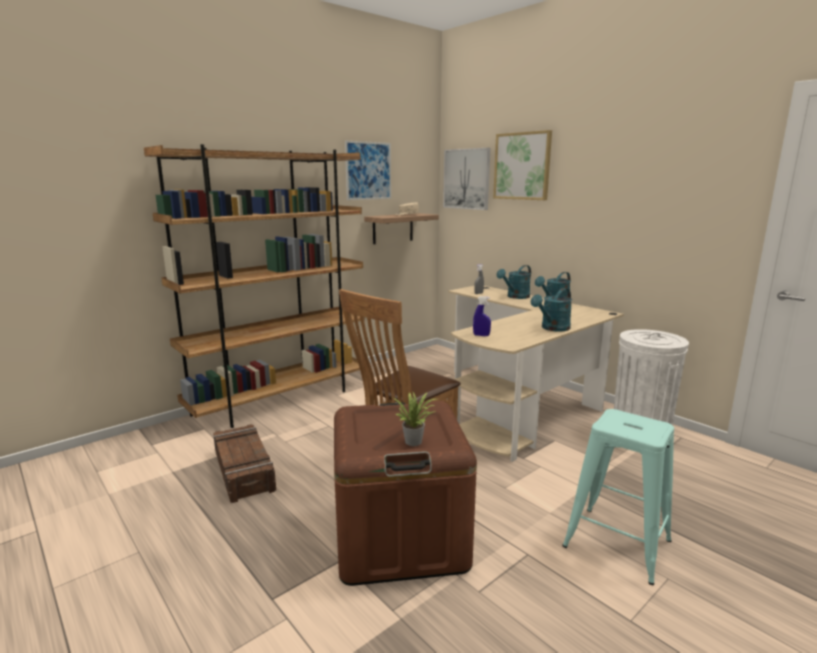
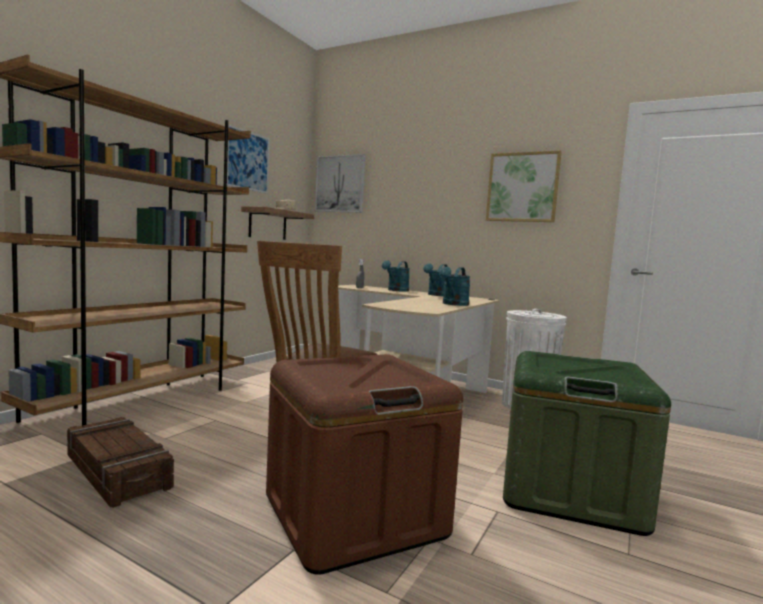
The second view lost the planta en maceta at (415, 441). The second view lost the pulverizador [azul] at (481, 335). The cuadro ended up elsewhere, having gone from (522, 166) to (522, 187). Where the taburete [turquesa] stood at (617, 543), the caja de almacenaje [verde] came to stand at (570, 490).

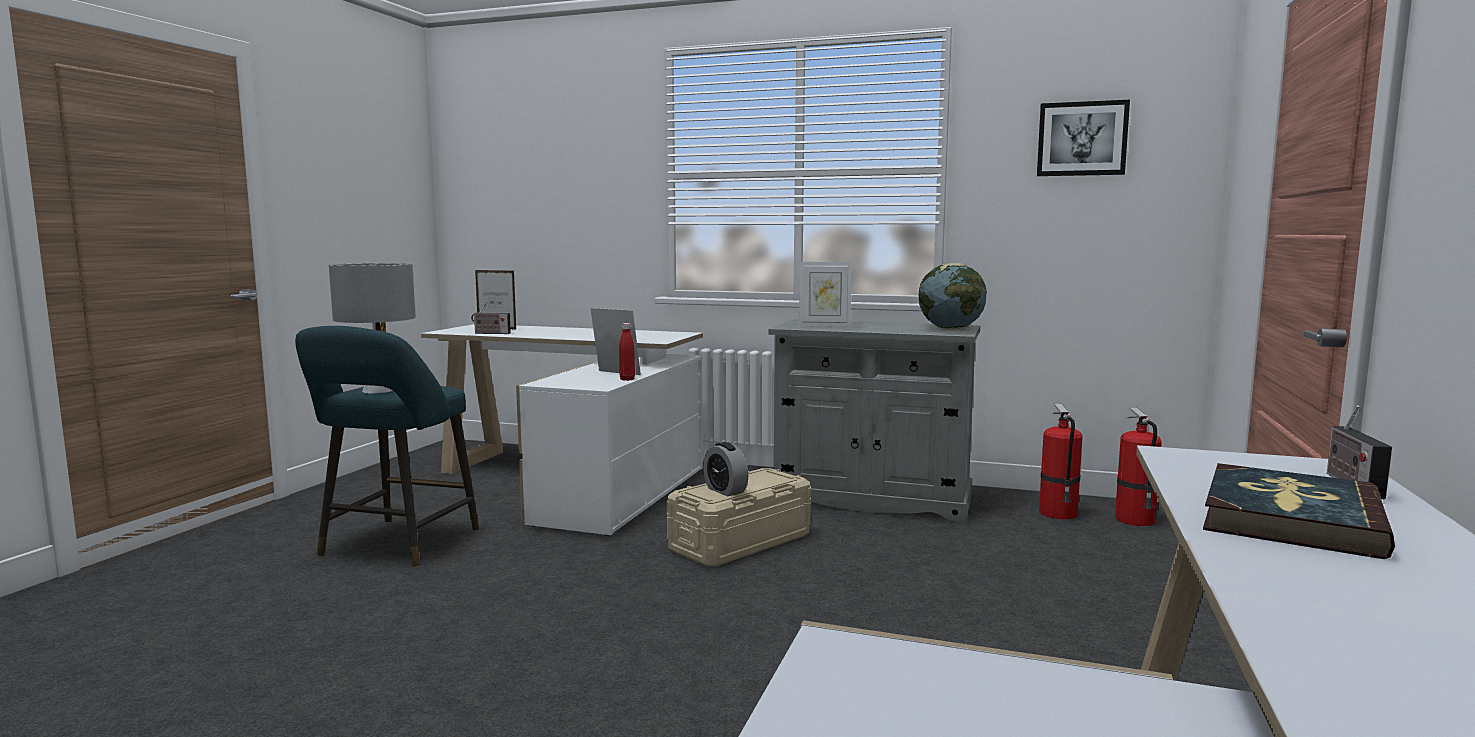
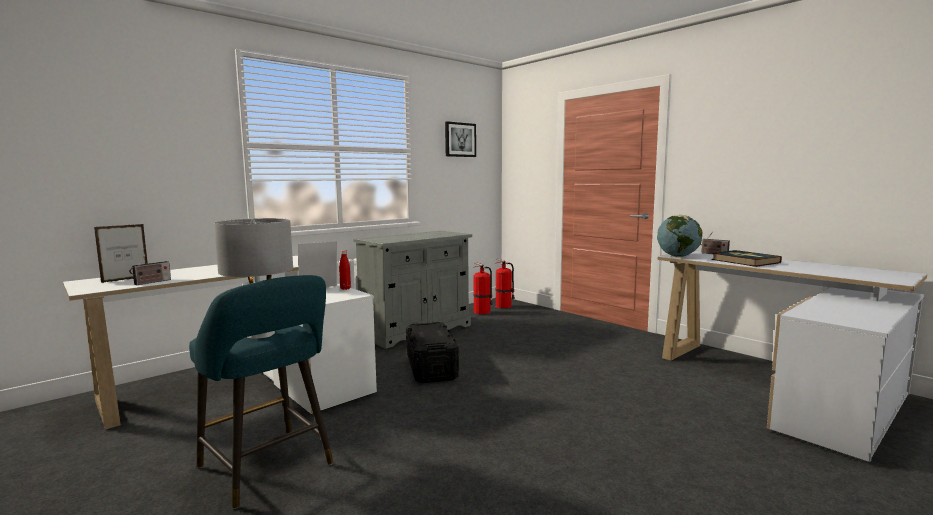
The second view lost the despertador at (725, 490). The second view lost the portarretratos at (824, 326). The globo terráqueo ended up elsewhere, having gone from (951, 329) to (678, 256). What was the caja de almacenaje [beis] at (741, 542) turned into the caja de almacenaje [negro] at (431, 366).

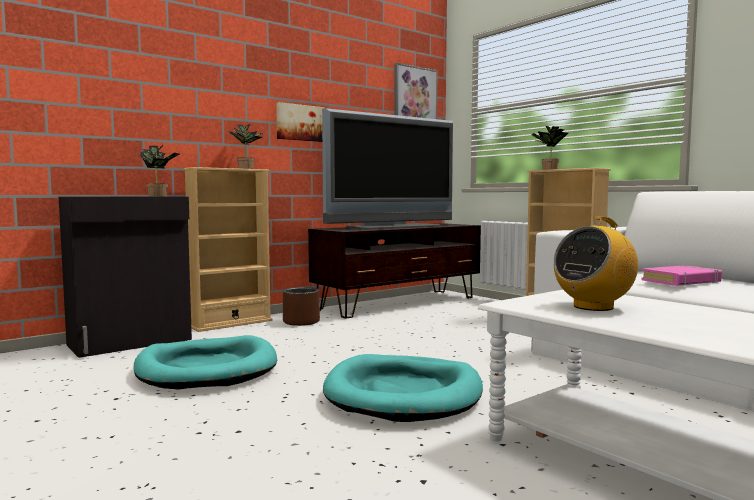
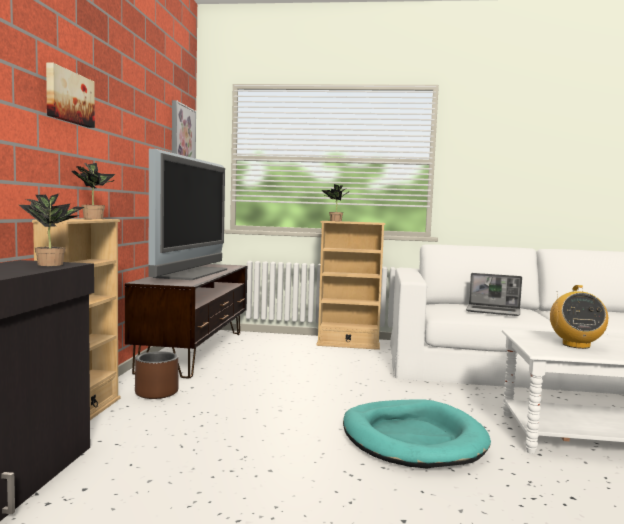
The second view lost the cama para perro [turquesa] at (207, 369). The cuadro ended up elsewhere, having gone from (300, 123) to (68, 97). Where the libro [rosa] stood at (681, 281), the portátil came to stand at (494, 311).

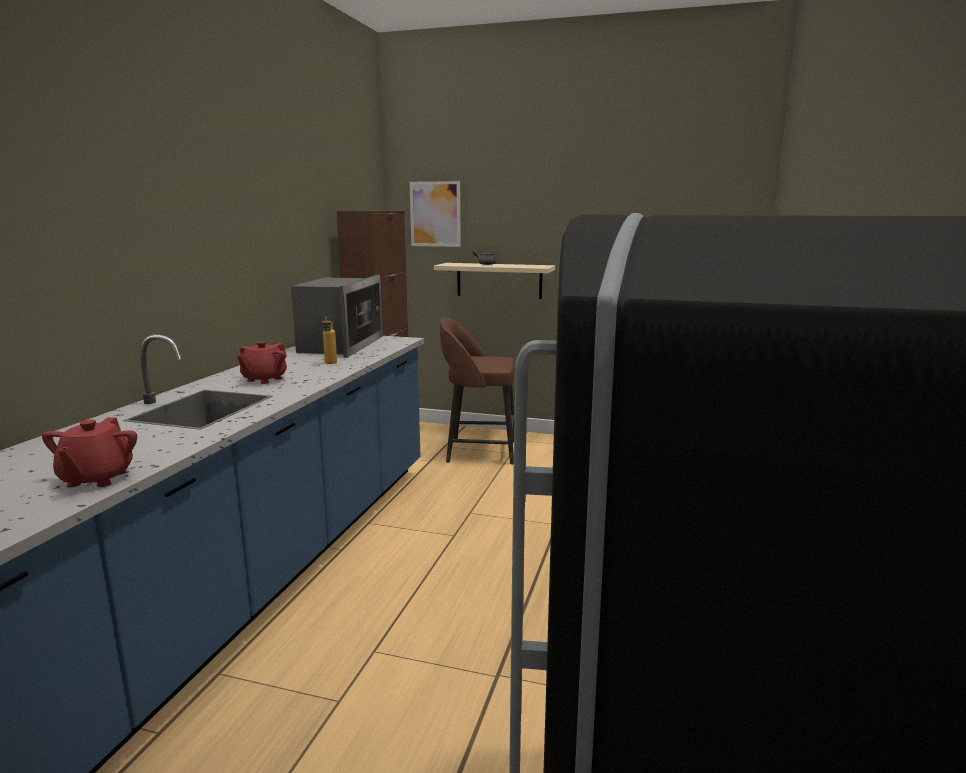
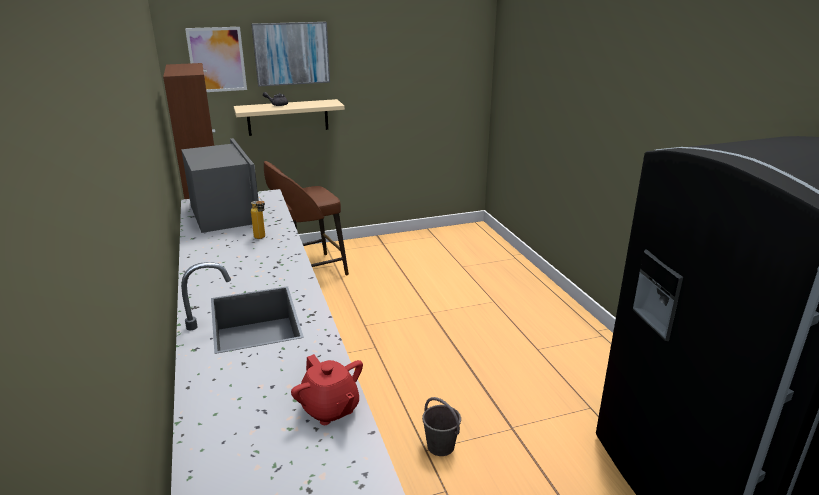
The second view lost the tetera [rojo] at (264, 379). The second view gained the cuadro at (291, 53). The second view gained the cubo [gris] at (440, 446).

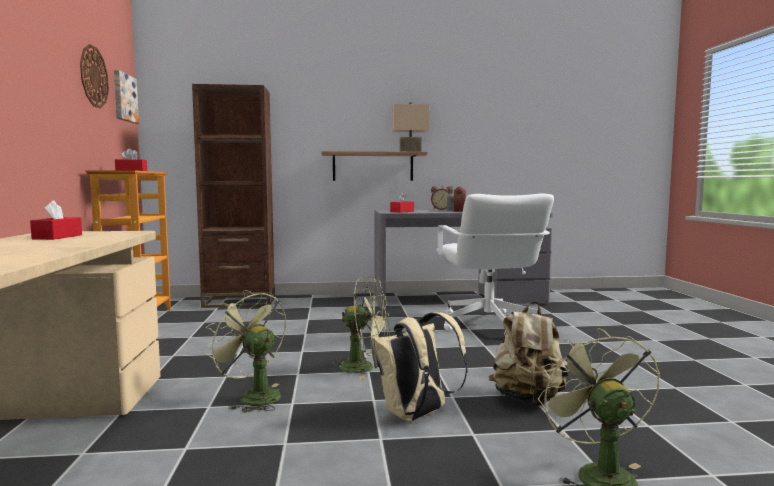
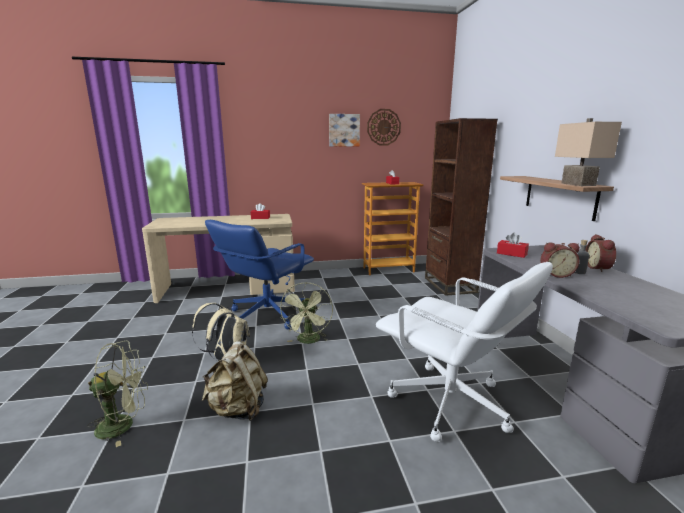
The cuadro ended up elsewhere, having gone from (123, 98) to (344, 130). Where the ventilador [verde] stood at (252, 397), the silla de oficina [azul] came to stand at (266, 315). The silla de oficina [blanco] at (488, 325) ended up facing another way, 120 degrees counterclockwise from before.

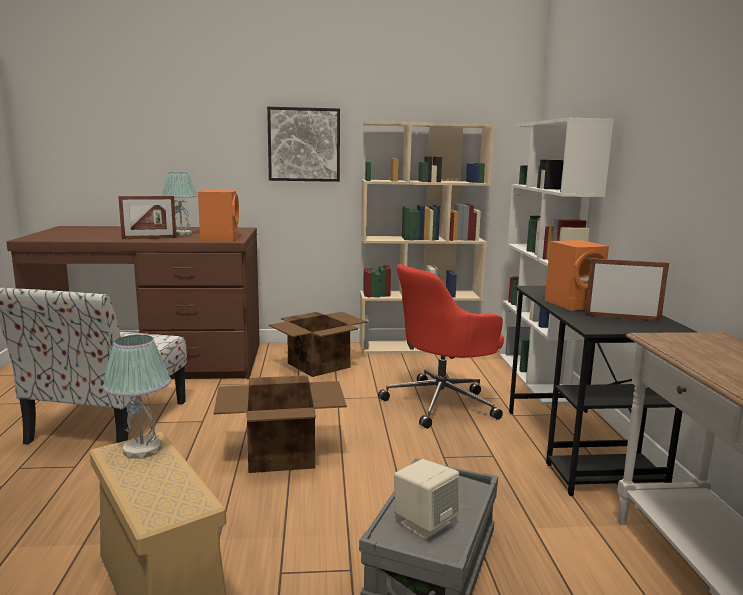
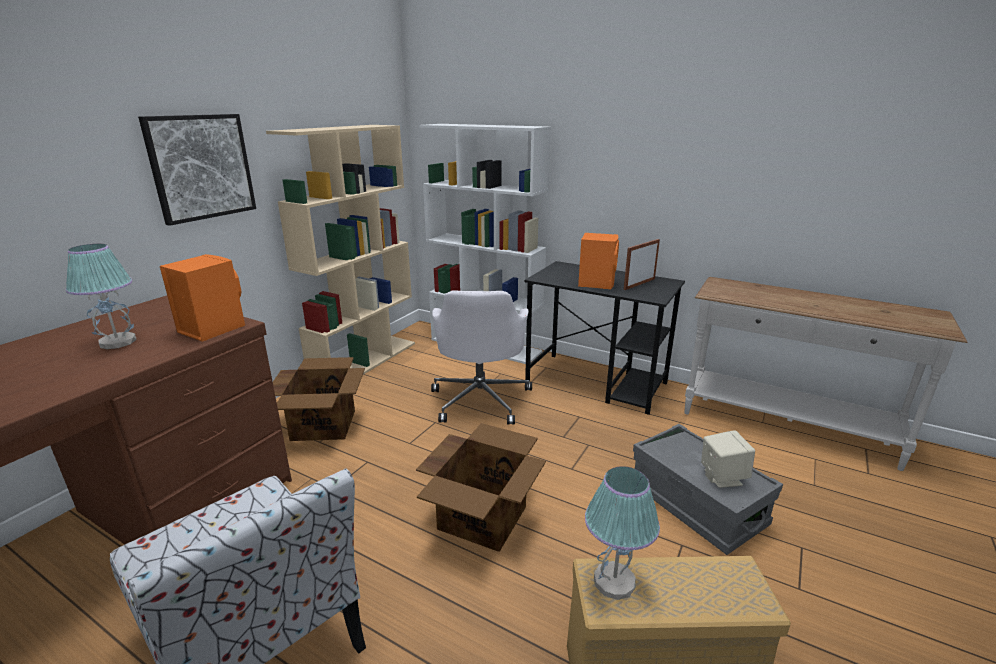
The second view lost the portarretratos at (149, 238). What was the silla de oficina [rojo] at (442, 403) turned into the silla de oficina [blanco] at (481, 399).

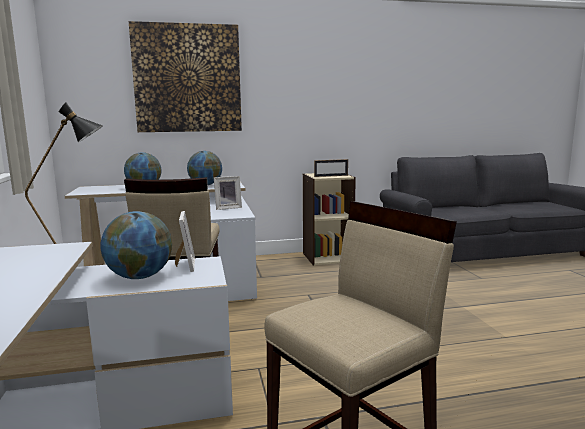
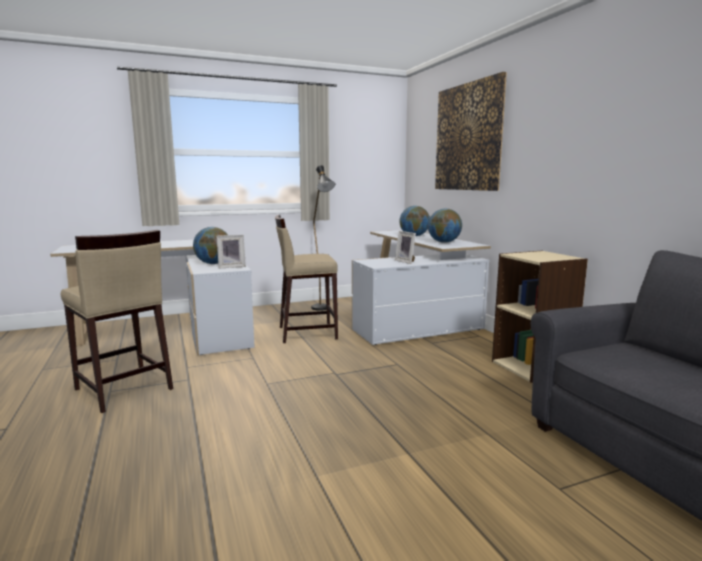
The second view lost the portarretratos at (331, 176).

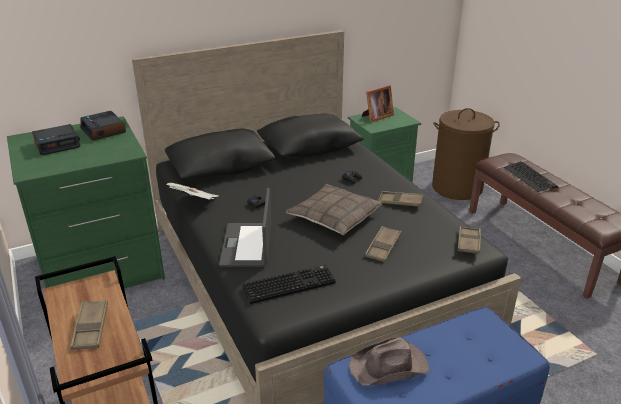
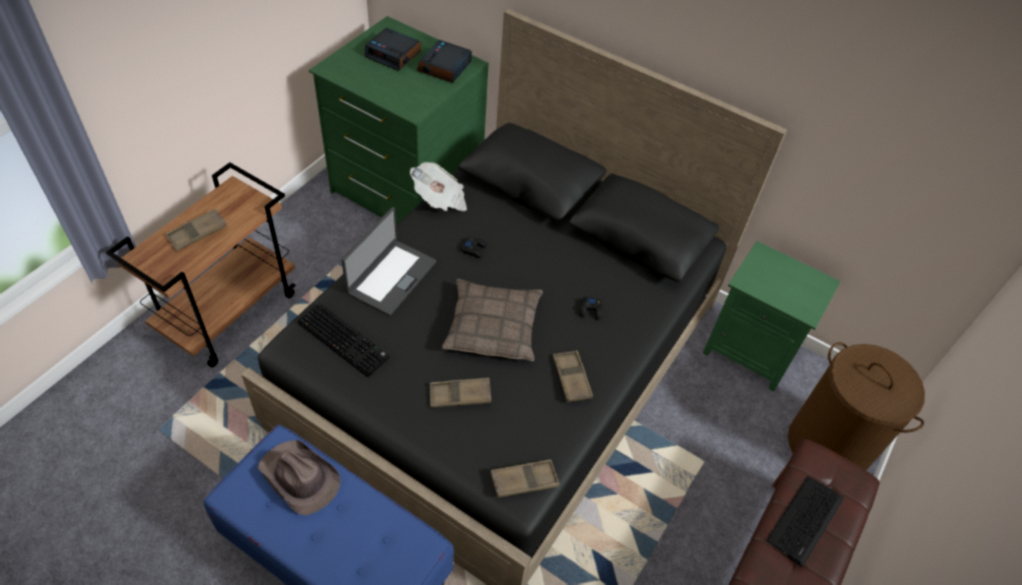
The second view lost the portarretratos at (376, 117). The portátil at (247, 245) ended up facing another way, 150 degrees clockwise from before.

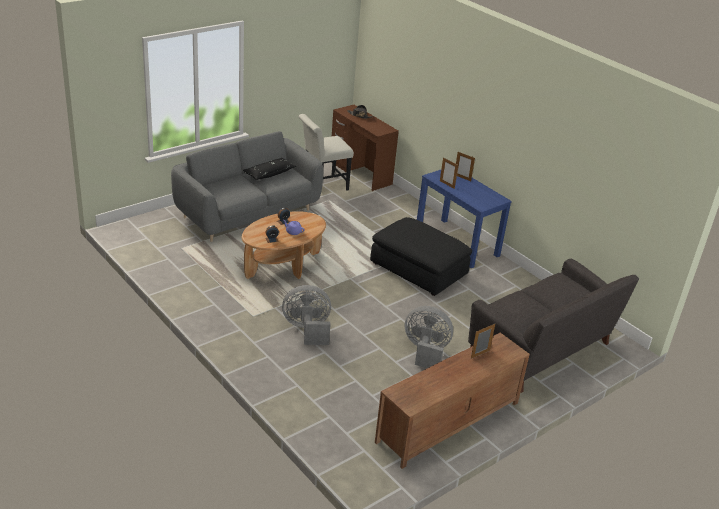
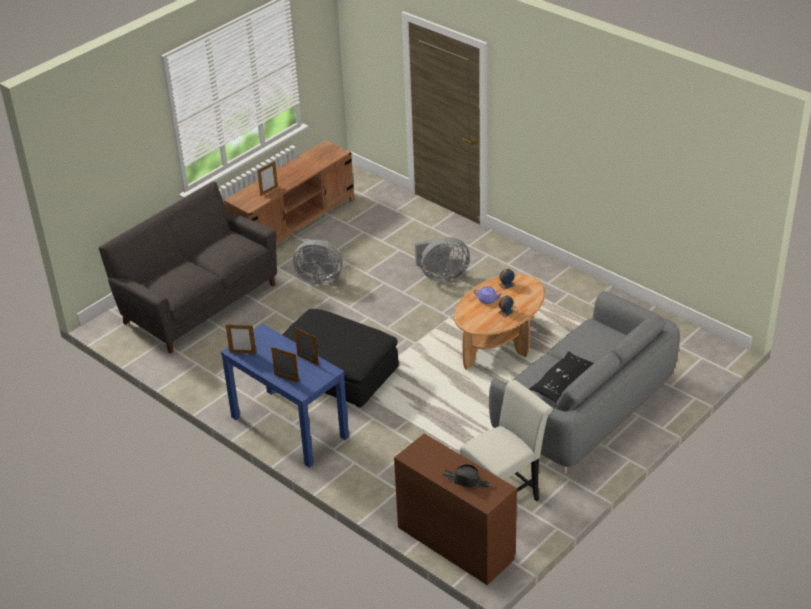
The second view gained the portarretratos at (243, 353).

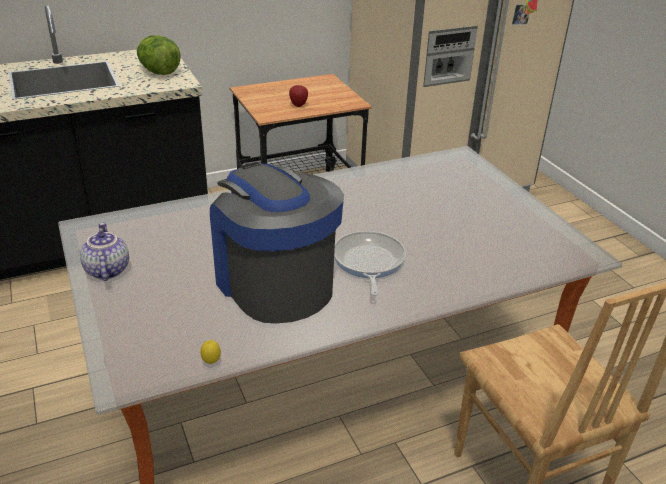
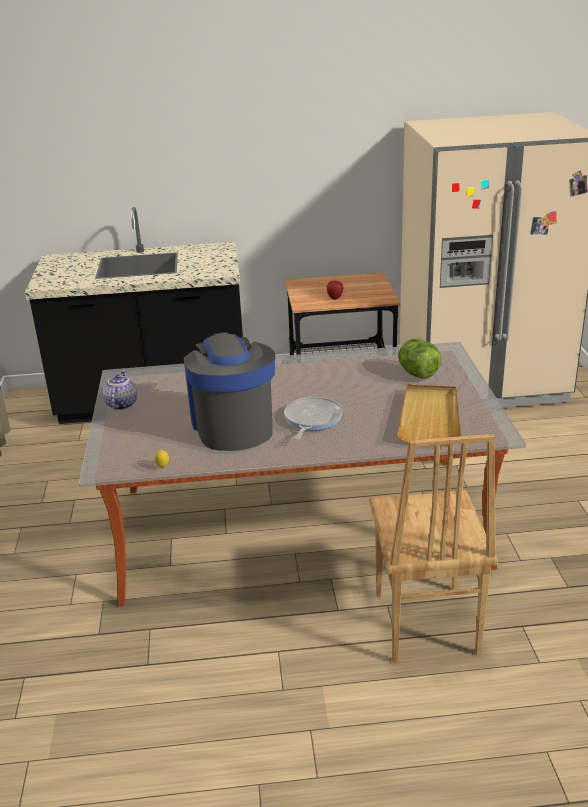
The second view gained the bandeja [beis] at (430, 417). The lechuga ended up elsewhere, having gone from (159, 72) to (417, 374).

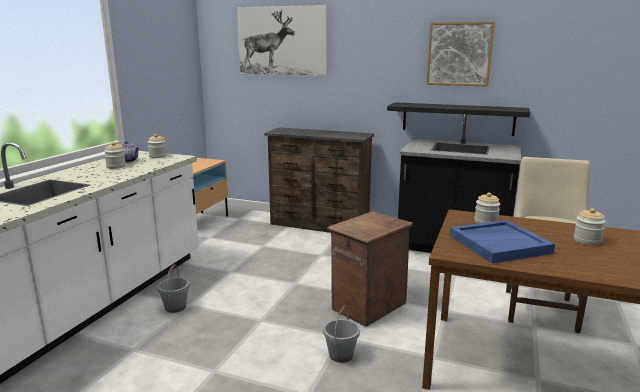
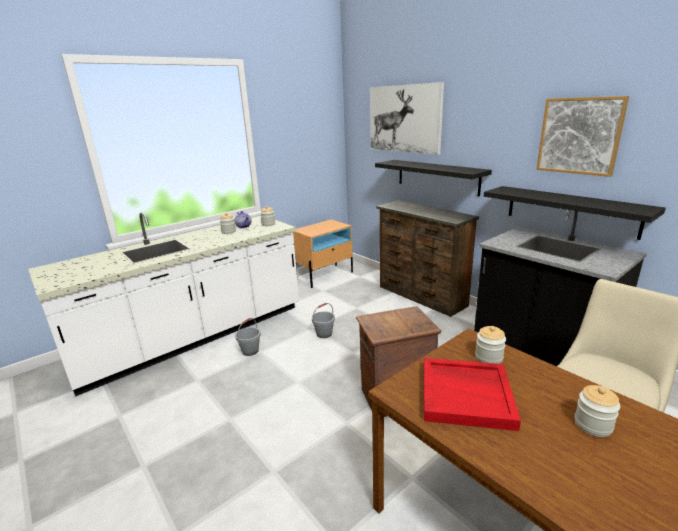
The second view gained the estante [negro] at (437, 176). The cubo [gris] ended up elsewhere, having gone from (341, 355) to (324, 334). What was the bandeja [azul] at (499, 244) turned into the bandeja [rojo] at (466, 394).

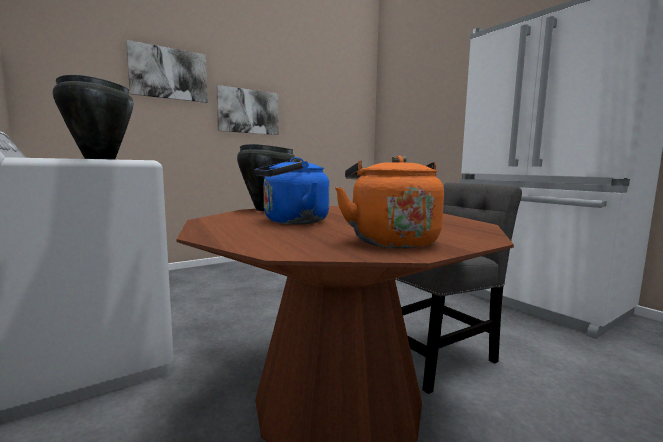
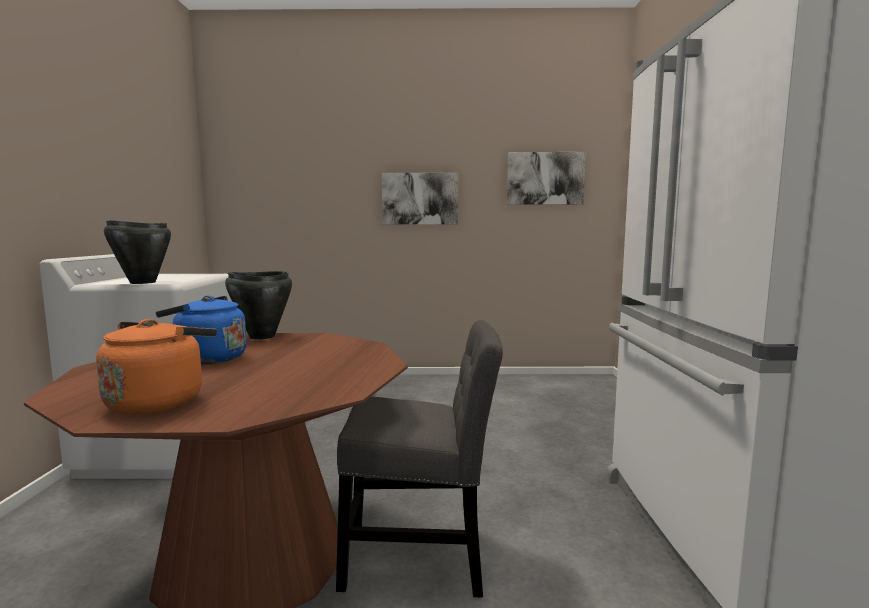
The cuadro ended up elsewhere, having gone from (169, 74) to (545, 178).

